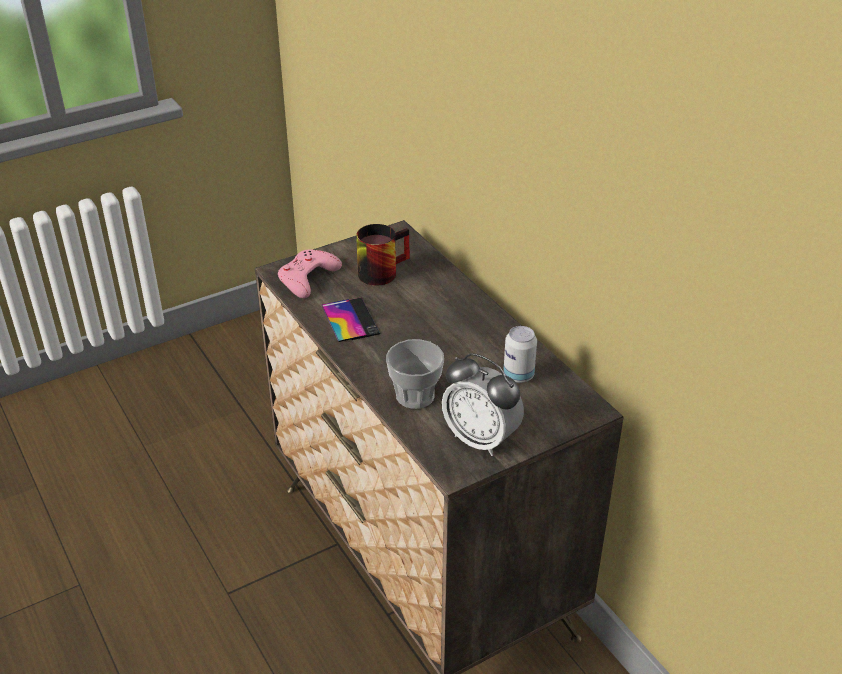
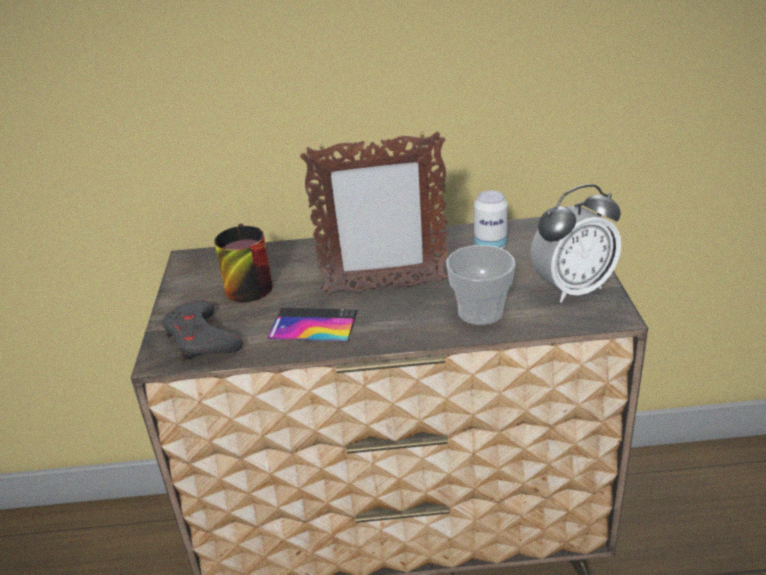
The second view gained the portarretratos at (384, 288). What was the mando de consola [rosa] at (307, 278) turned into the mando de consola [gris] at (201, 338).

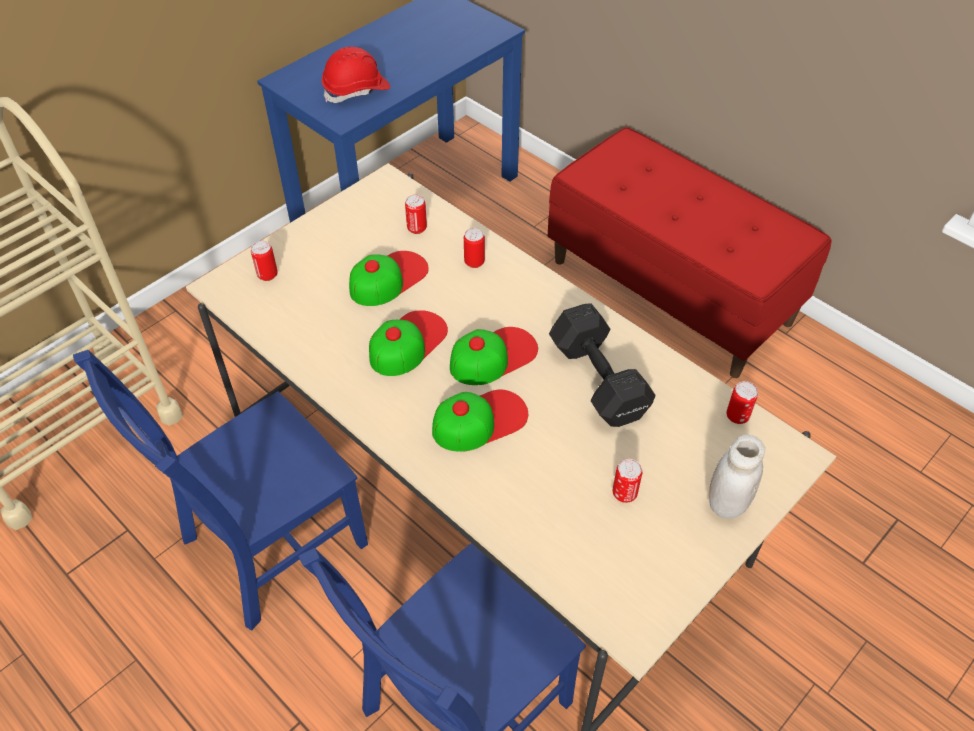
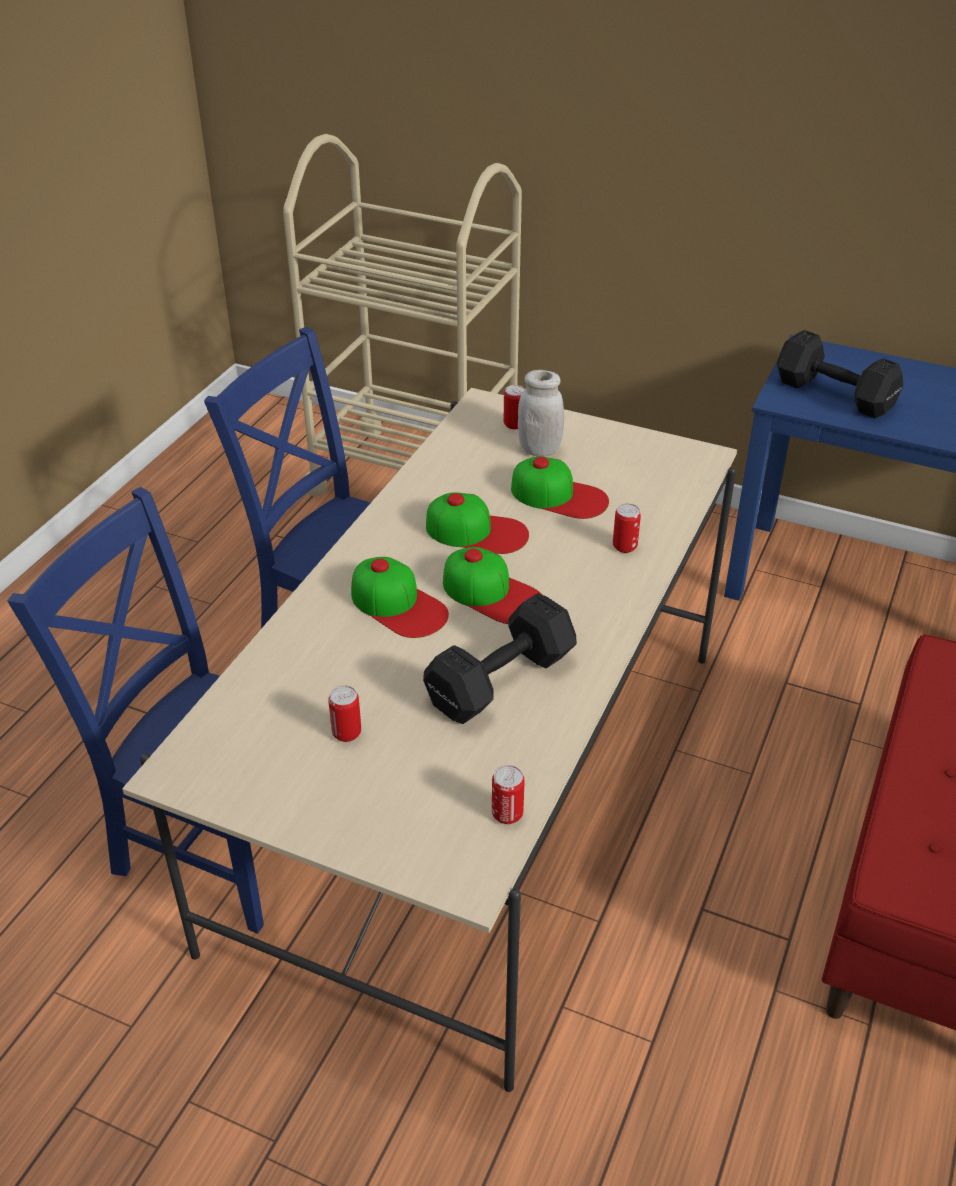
The second view lost the lata at (417, 228). The tarro [blanco] ended up elsewhere, having gone from (727, 503) to (539, 449). Where the casco [rojo] stood at (356, 91), the mancuerna [negro] came to stand at (836, 396).

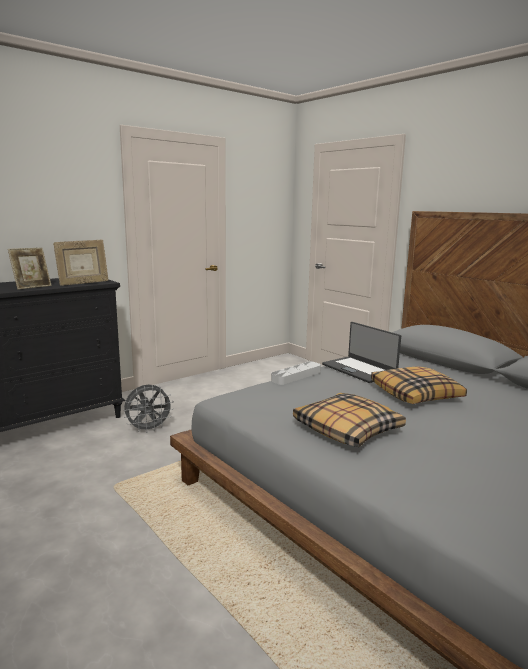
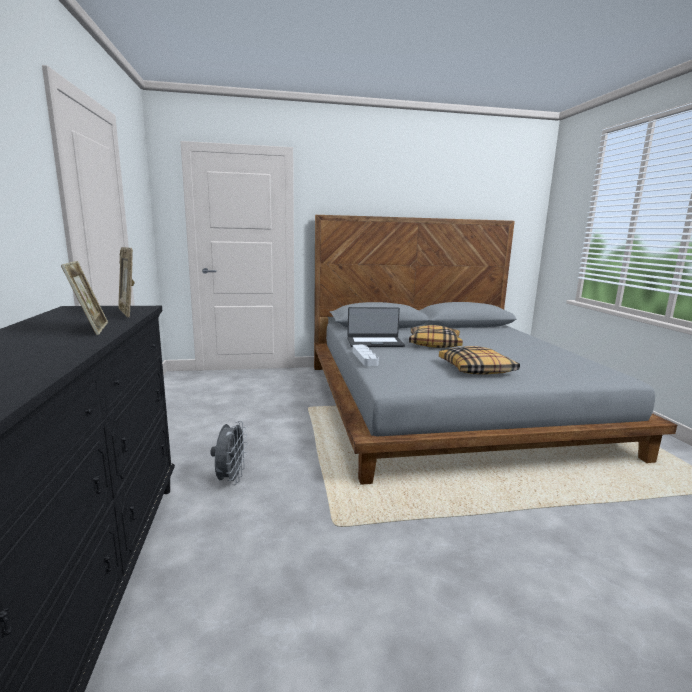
The portarretratos at (83, 283) ended up facing another way, 150 degrees clockwise from before.

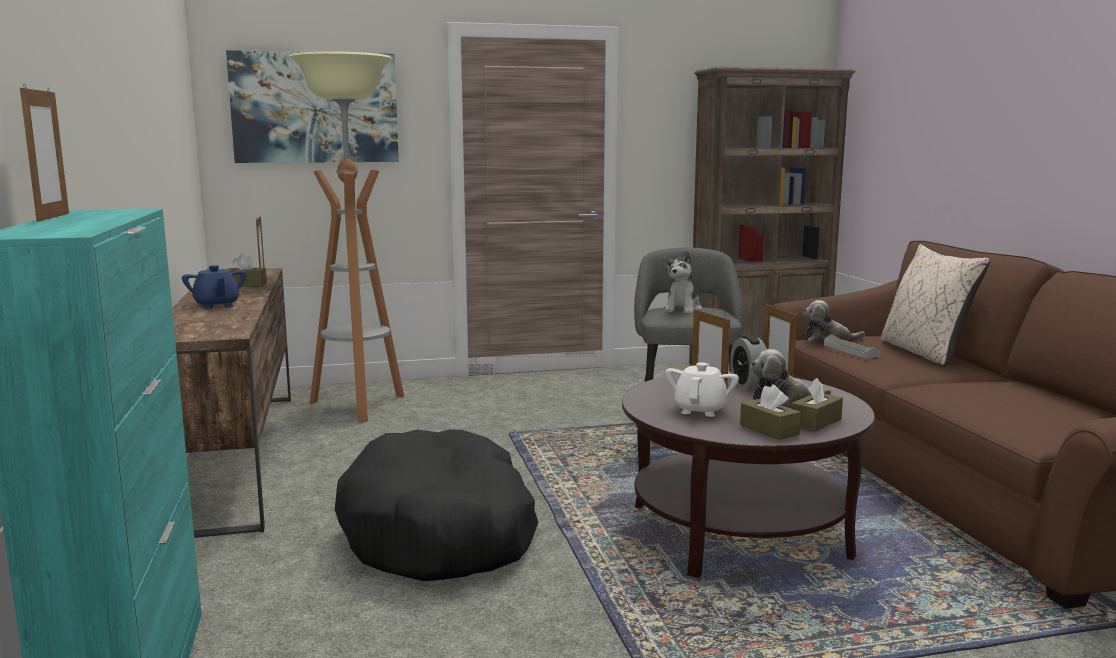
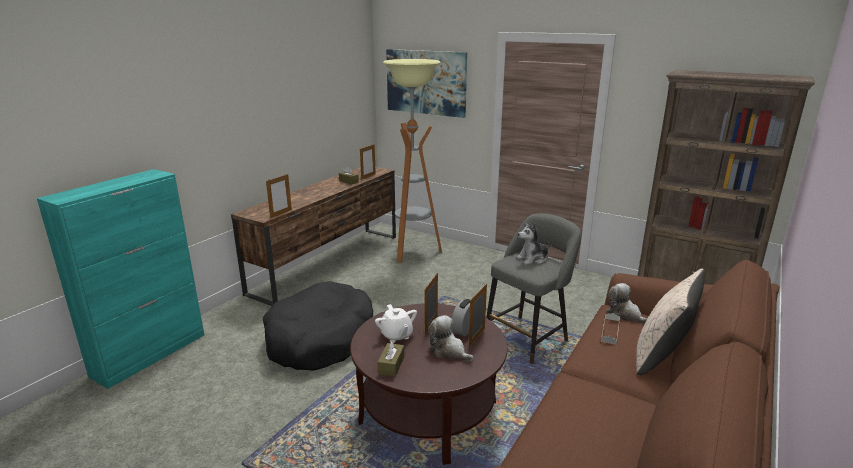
The second view lost the tetera [azul] at (217, 306). The second view lost the caja de pañuelos [marrón] at (815, 422). The portarretratos ended up elsewhere, having gone from (53, 217) to (281, 213). The tetera [blanco] at (700, 410) ended up facing another way, 90 degrees clockwise from before.

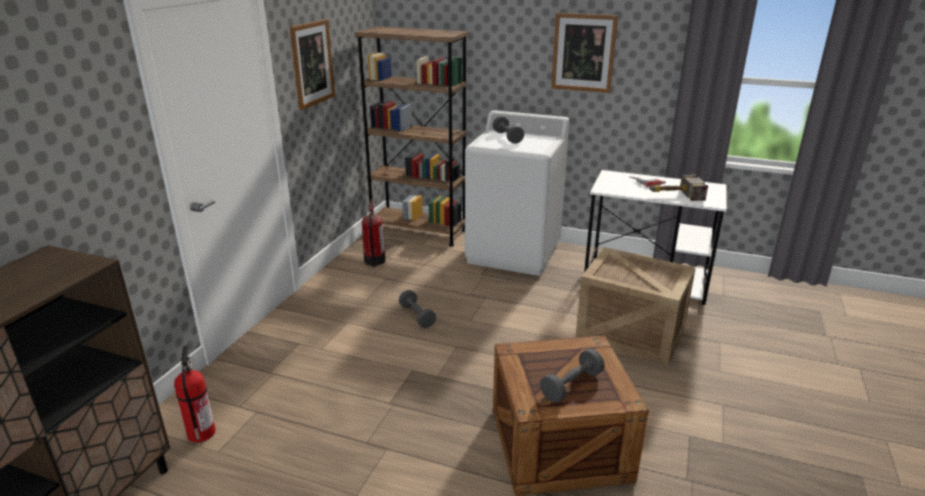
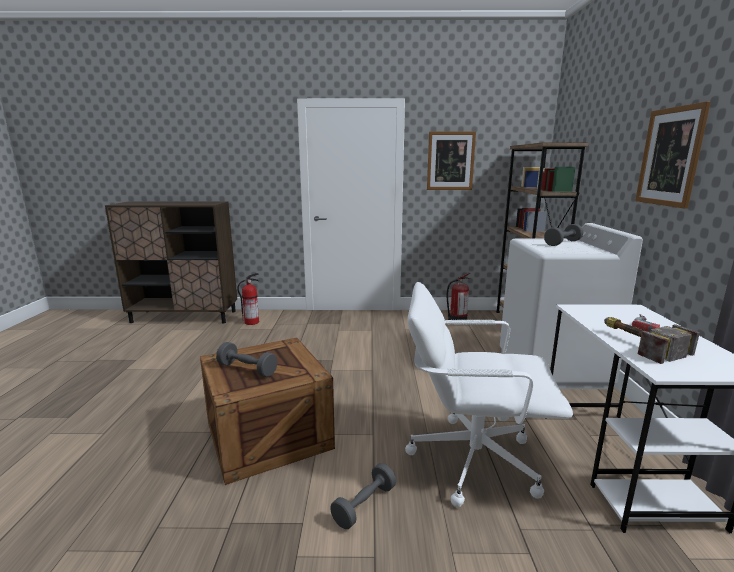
The mancuerna [gris] ended up elsewhere, having gone from (417, 316) to (364, 505). Where the caja de embalaje stood at (628, 333), the silla de oficina [blanco] came to stand at (472, 459).

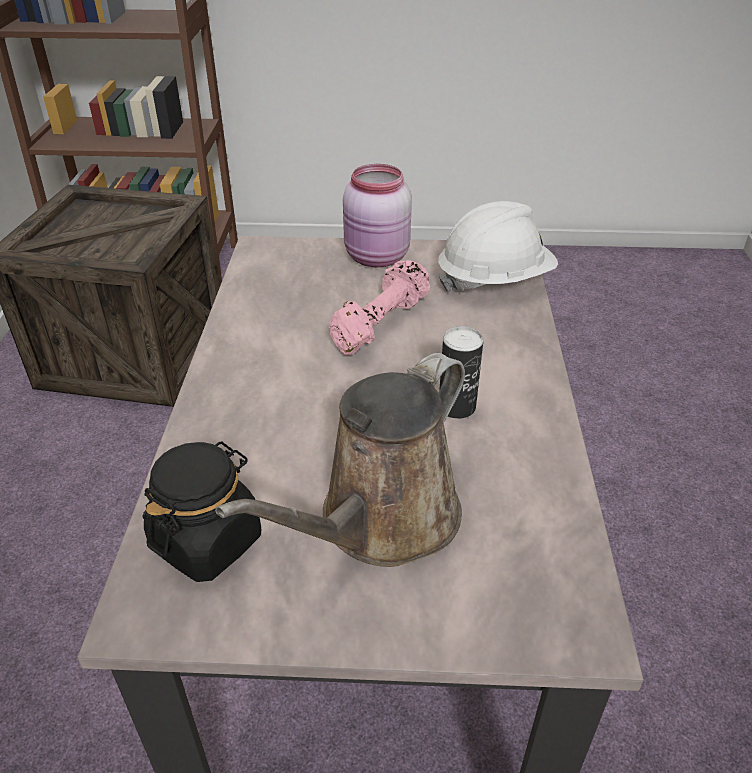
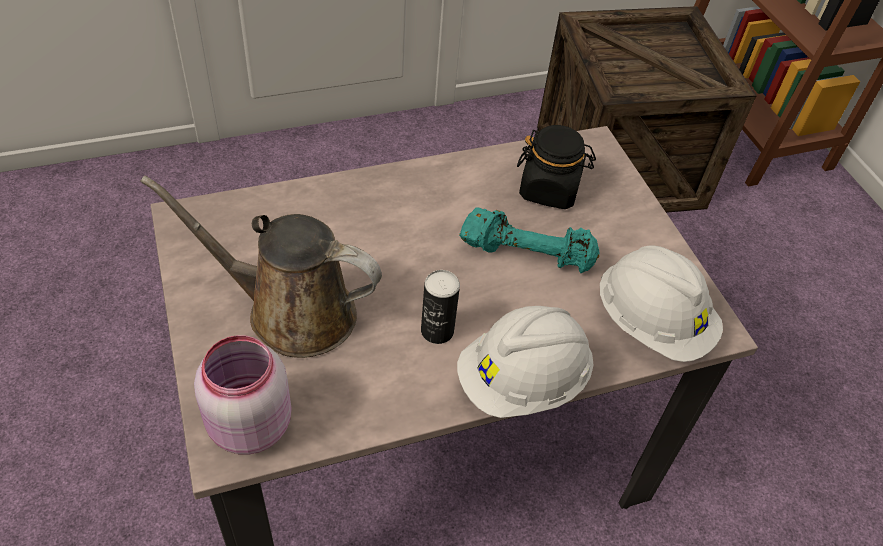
The second view gained the casco [blanco] at (522, 382). The tarro [negro] ended up elsewhere, having gone from (207, 541) to (549, 190). The tarro [rosa] ended up elsewhere, having gone from (377, 258) to (247, 426). What was the mancuerna [rosa] at (379, 323) turned into the mancuerna [turquesa] at (527, 253).

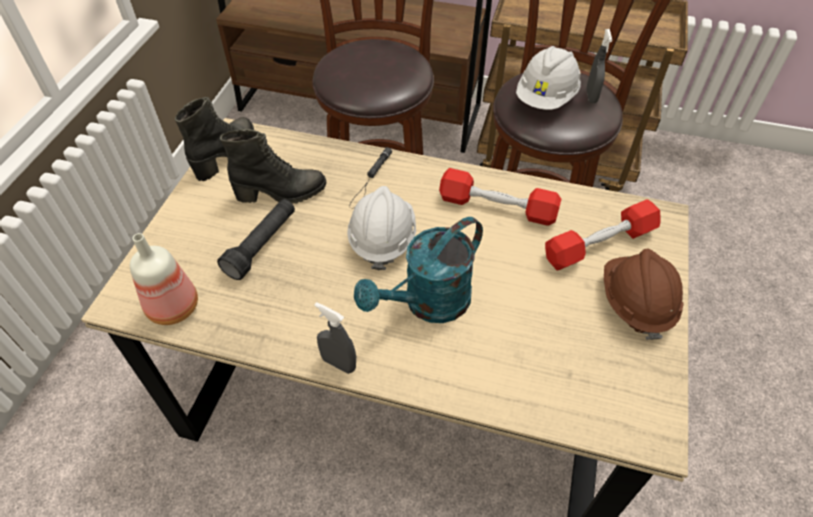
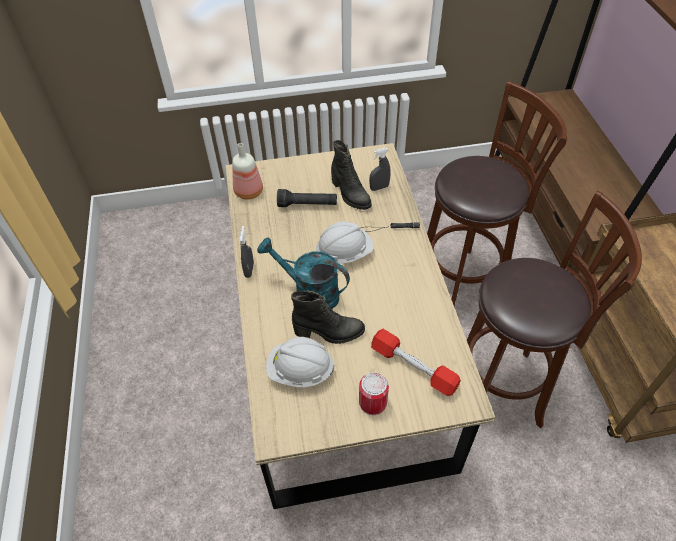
The second view lost the mancuerna [rojo] at (497, 207). The bota [negro] ended up elsewhere, having gone from (226, 155) to (329, 333). The casco [blanco] ended up elsewhere, having gone from (546, 98) to (300, 371). The pulverizador [gris] ended up elsewhere, having gone from (591, 96) to (379, 187). Where the casco [marrón] stood at (635, 303), the lata came to stand at (372, 402).

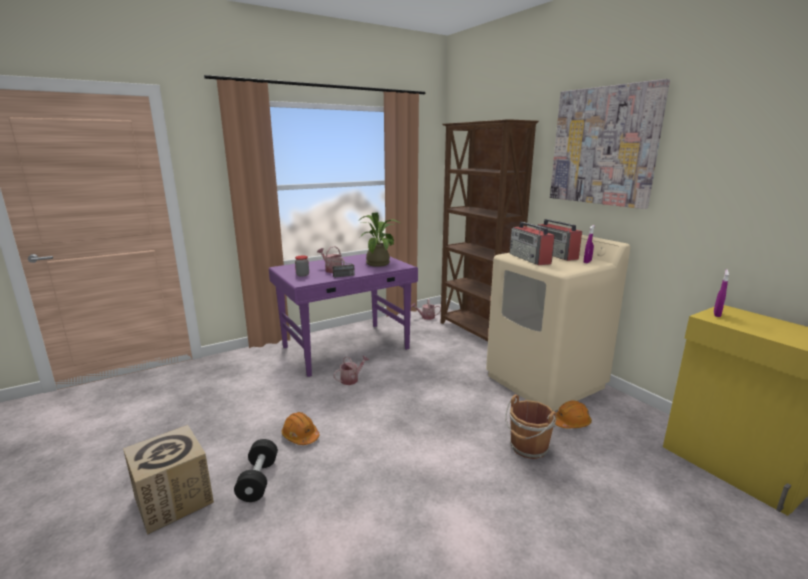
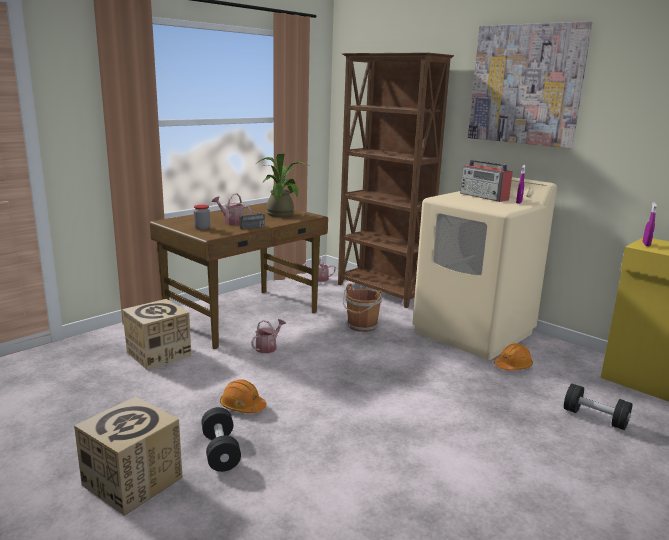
The second view lost the radio at (530, 259). The second view gained the caja de cartón at (158, 354). The second view gained the mancuerna [negro] at (595, 418). The cubo [marrón] ended up elsewhere, having gone from (528, 448) to (361, 326). What was the escritorio [morado] at (347, 348) turned into the escritorio [marrón] at (244, 317).

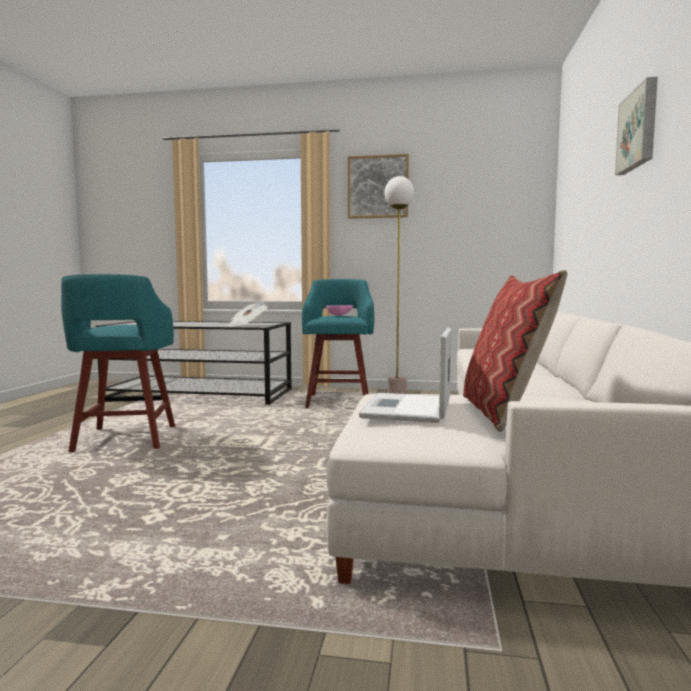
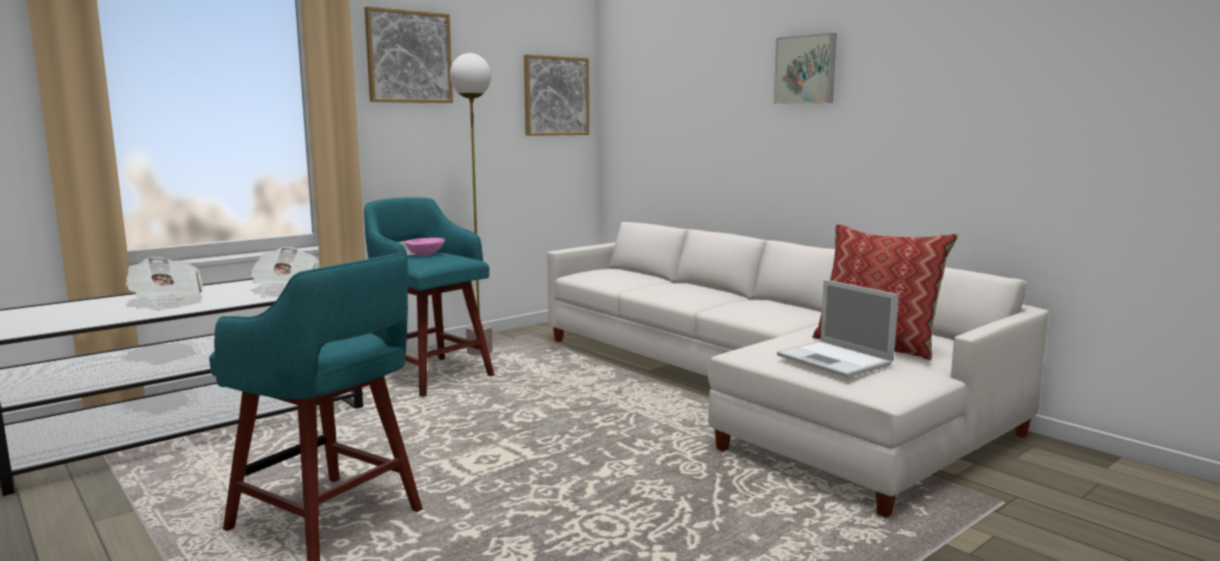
The second view gained the periódico at (167, 302). The second view gained the cuadro at (556, 96).

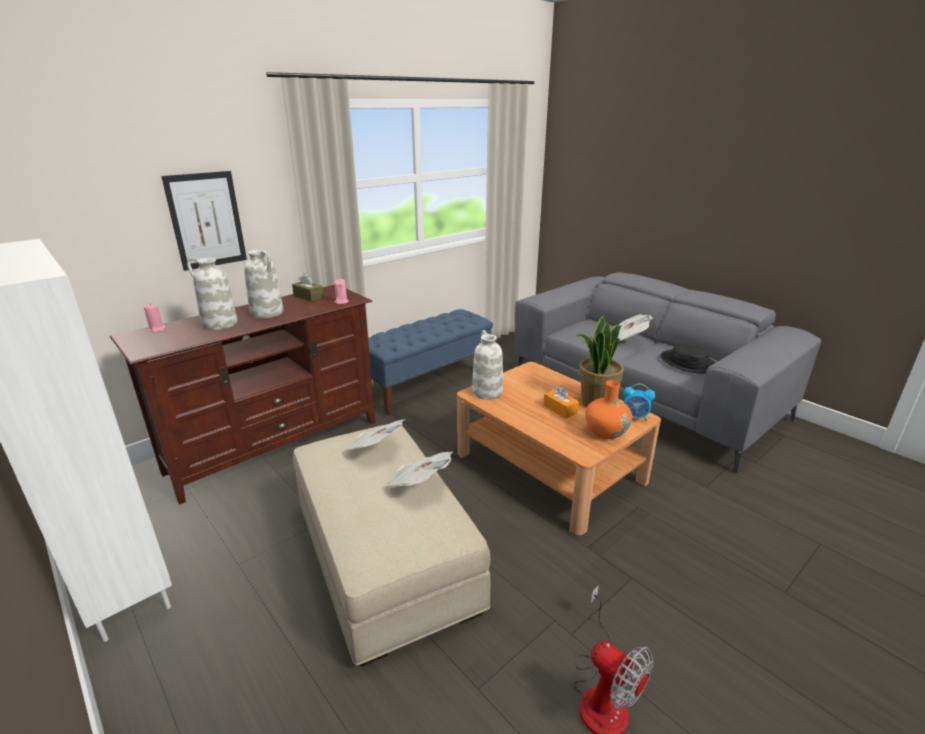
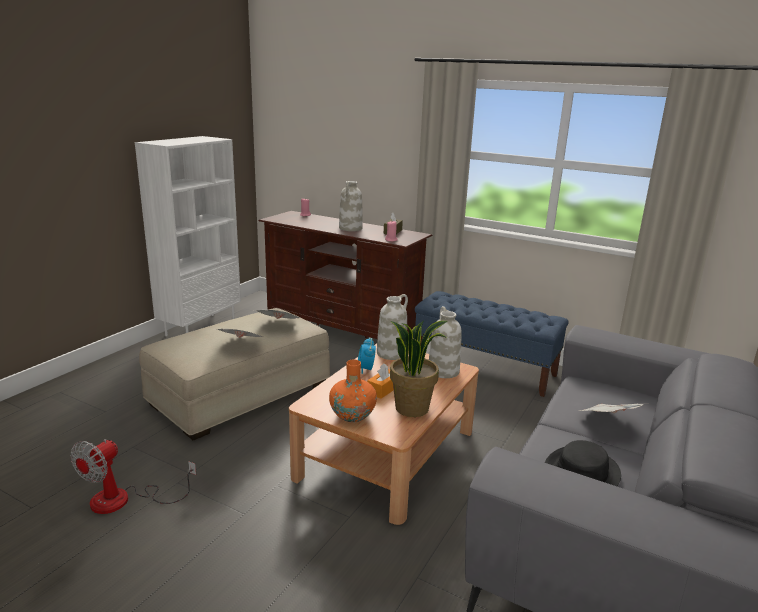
The second view lost the cuadro at (206, 220). The florero [blanco] ended up elsewhere, having gone from (219, 324) to (443, 371). The despertador ended up elsewhere, having gone from (635, 417) to (366, 369).

